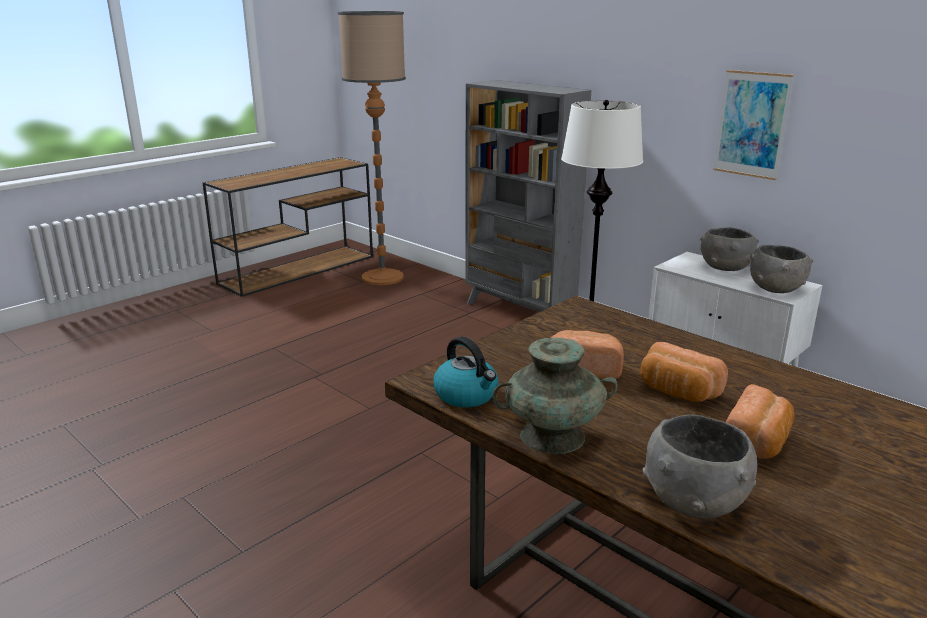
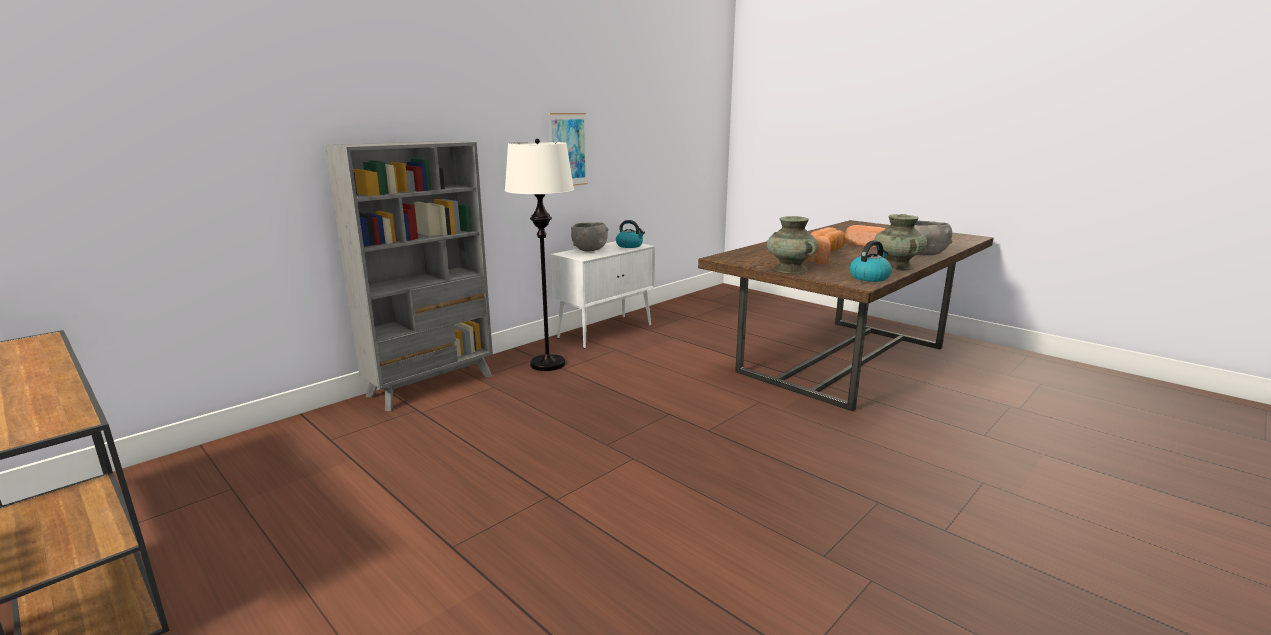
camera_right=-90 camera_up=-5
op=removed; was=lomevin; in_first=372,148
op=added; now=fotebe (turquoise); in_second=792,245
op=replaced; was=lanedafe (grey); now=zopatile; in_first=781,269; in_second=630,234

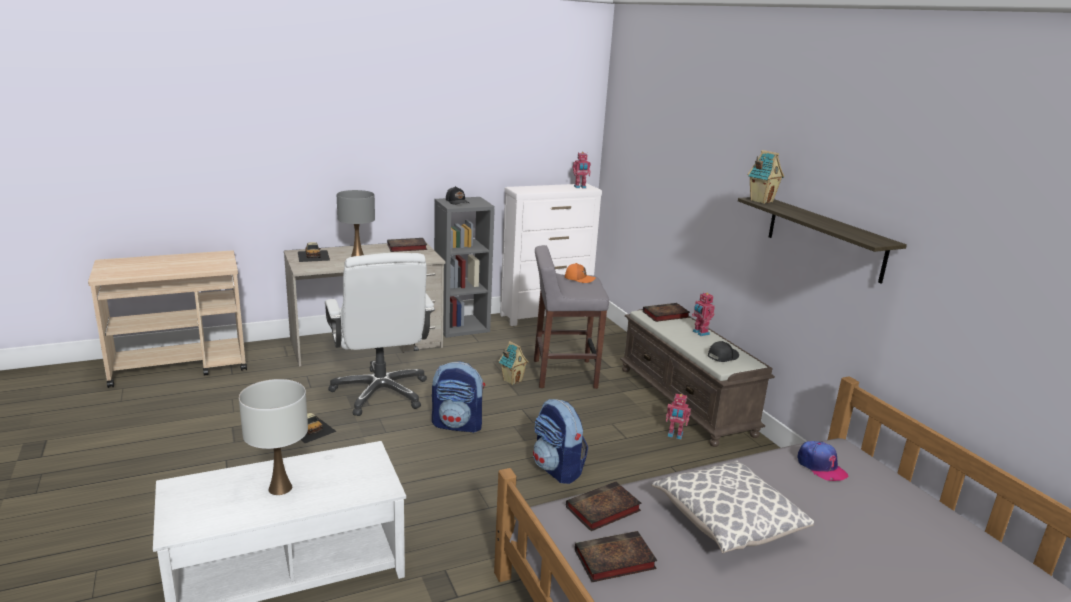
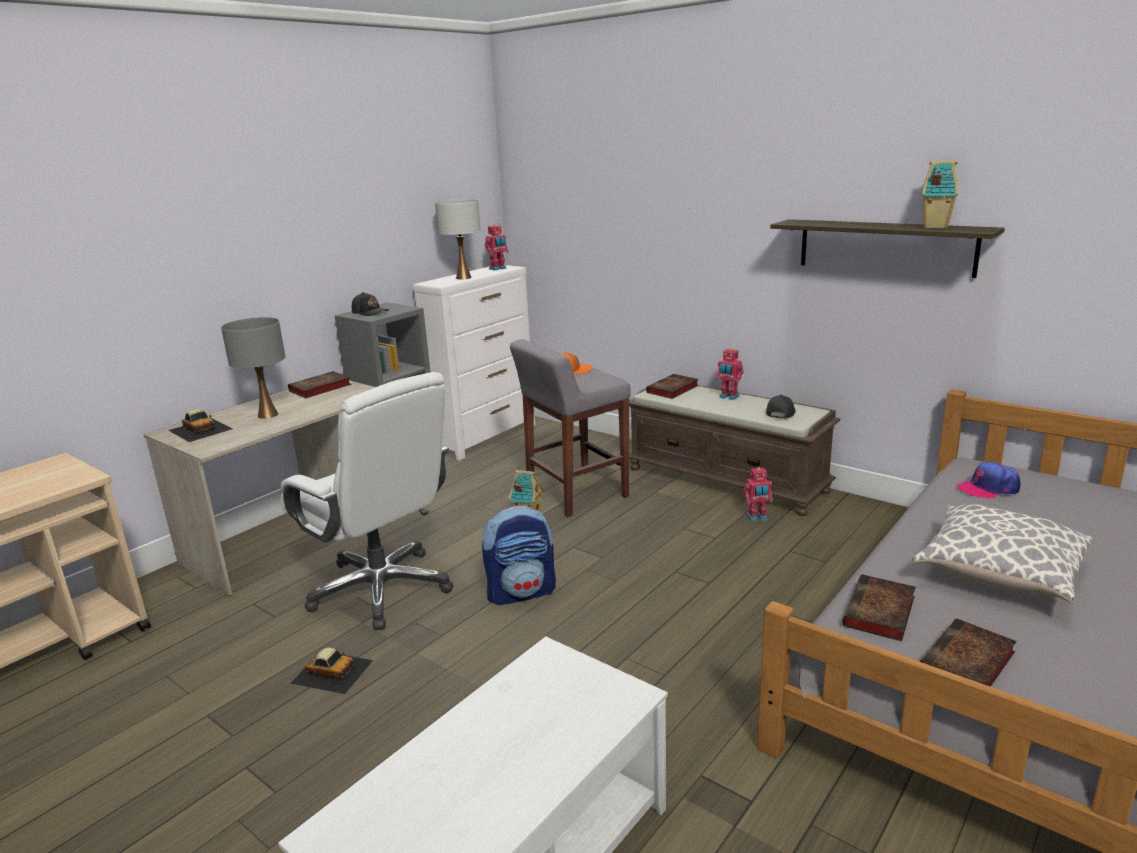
camera_right=-25 camera_up=0
op=removed; was=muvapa; in_first=560,441
op=moved; was=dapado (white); in_first=273,437; in_second=458,239
op=moved; was=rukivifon; in_first=765,177; in_second=940,194
op=turned; was=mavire; in_first=823,461; in_second=989,480; clockwise=135

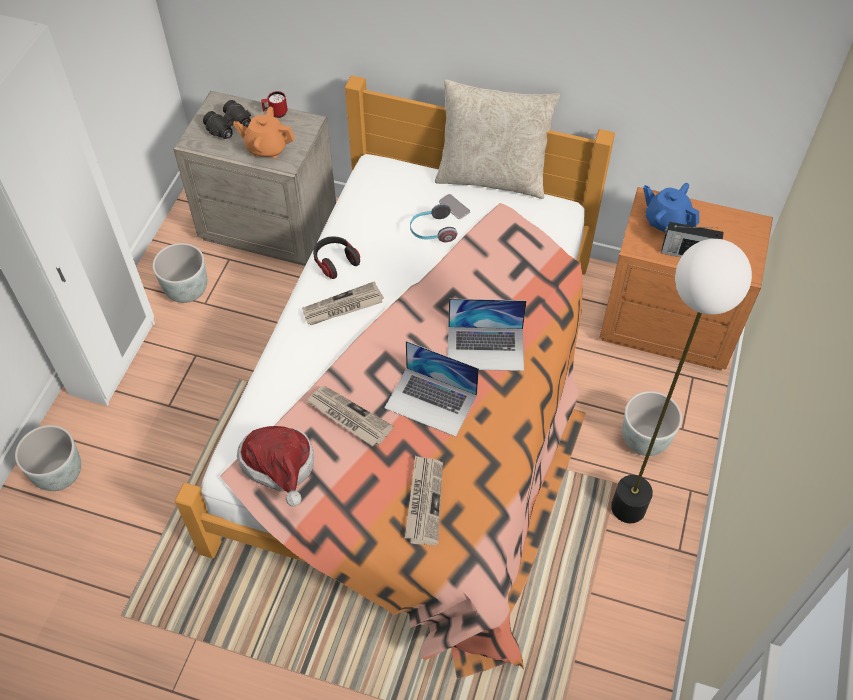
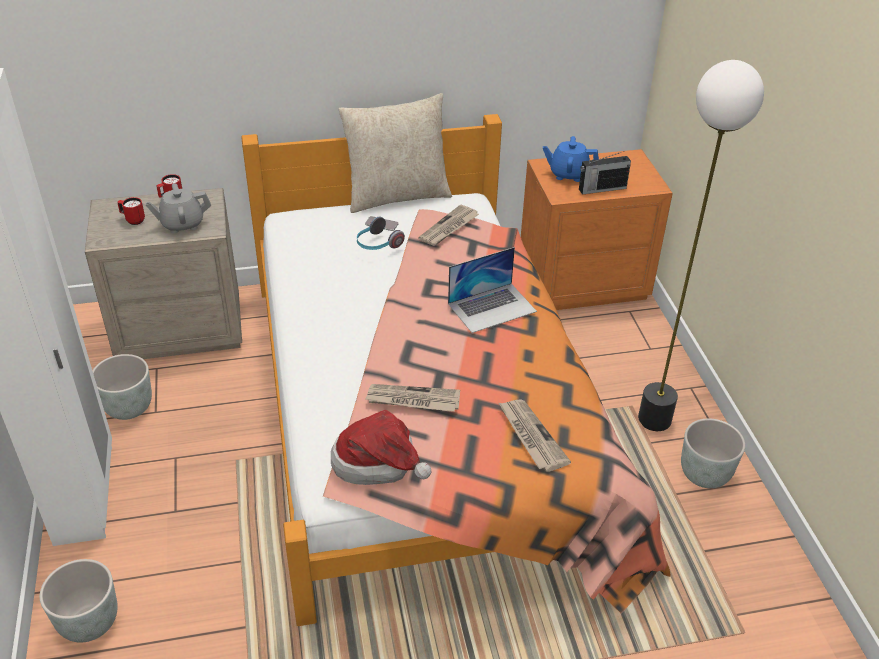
camera_right=-30 camera_up=-15
op=removed; was=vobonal; in_first=336,257
op=removed; was=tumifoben; in_first=431,389
op=moved; was=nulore; in_first=343,303; in_second=448,225
op=moved; was=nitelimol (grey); in_first=652,423; in_second=713,453
op=replaced; was=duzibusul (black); now=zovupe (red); in_first=227,119; in_second=131,211
op=recoloured; was=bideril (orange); now=bideril (grey); in_first=264,133; in_second=178,208

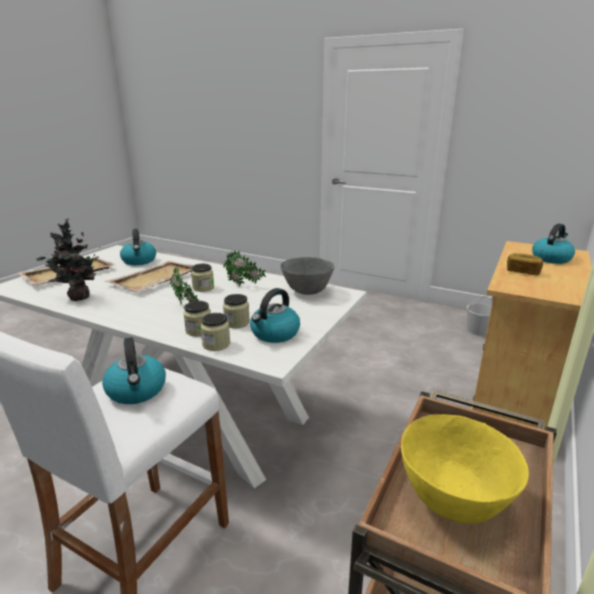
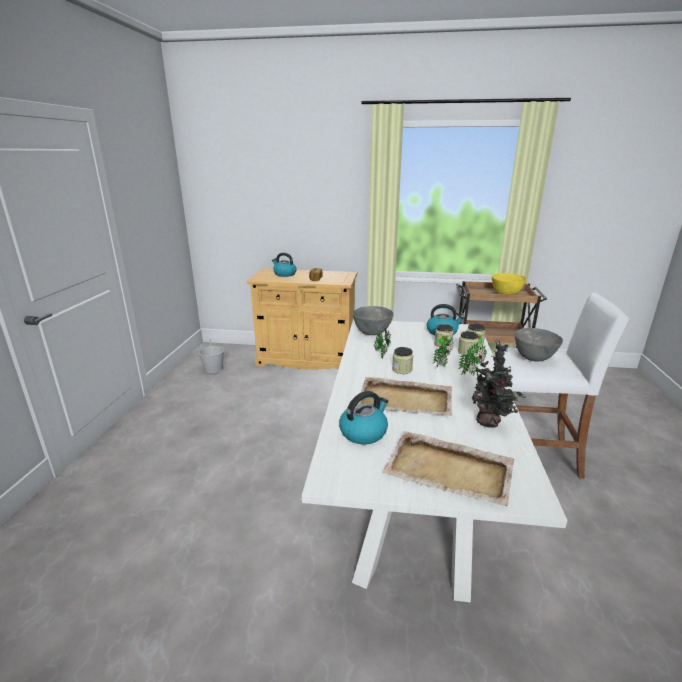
camera_right=-110 camera_up=0
op=added; now=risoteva; in_second=472,359
op=replaced; was=zopatile; now=lanedafe (grey); in_first=134,370; in_second=538,345

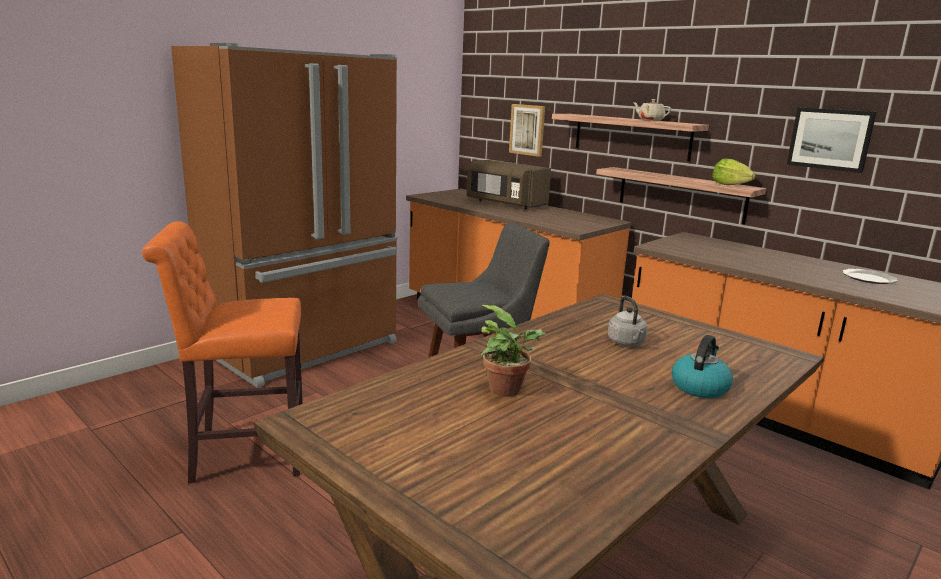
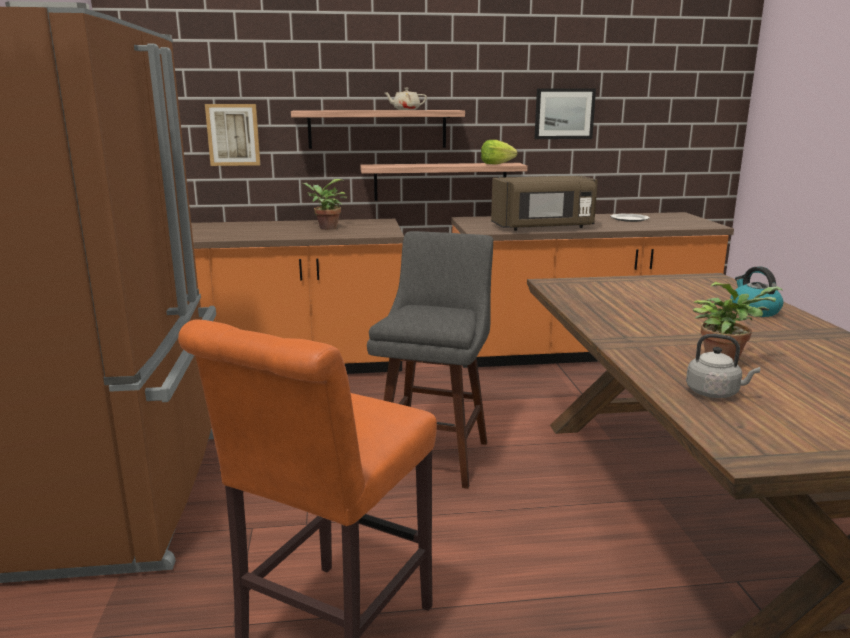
camera_right=-50 camera_up=0
op=added; now=risoteva; in_second=324,204
op=moved; was=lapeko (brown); in_first=509,184; in_second=544,203
op=moved; was=zopatile (grey); in_first=628,321; in_second=723,366

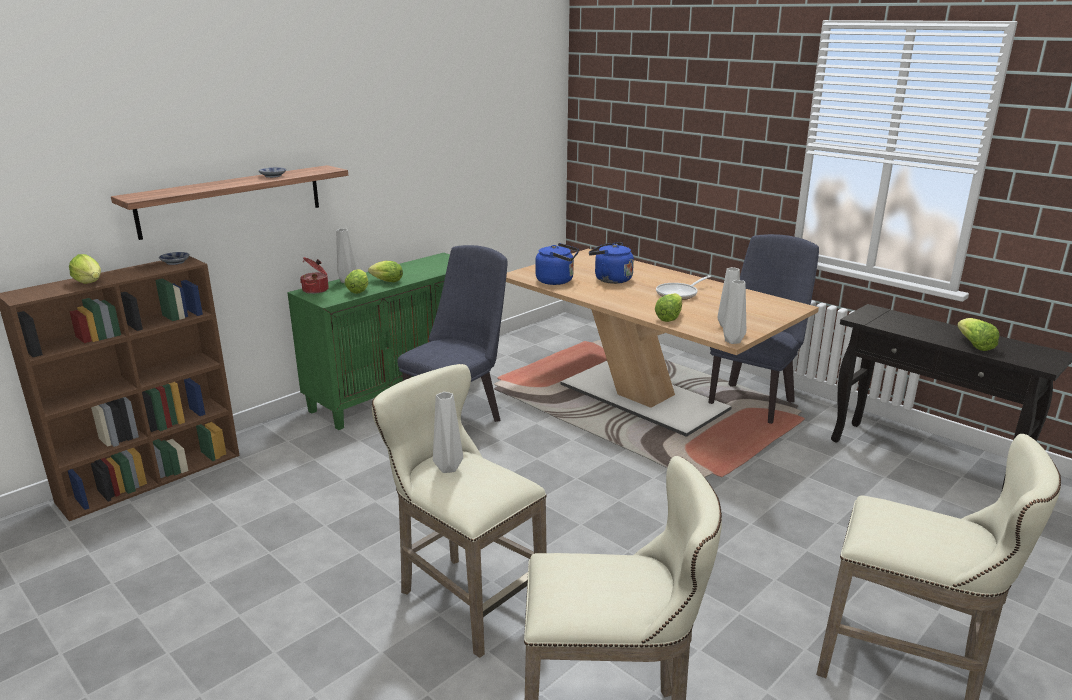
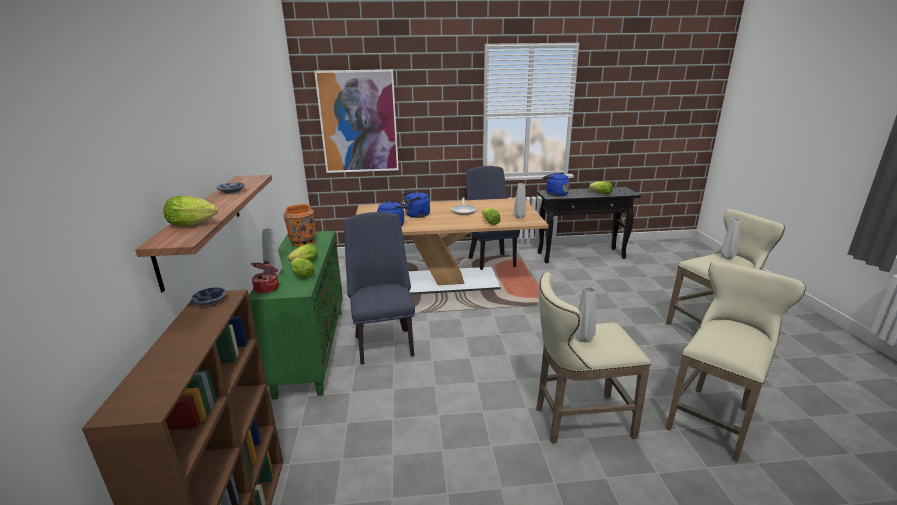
camera_right=-50 camera_up=0
op=added; now=fotebe (orange); in_second=300,225
op=added; now=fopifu; in_second=356,121
op=added; now=zopatile (blue); in_second=556,184
op=moved; was=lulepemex; in_first=85,269; in_second=191,211
op=moved; was=fotebe (grey); in_first=734,312; in_second=731,238

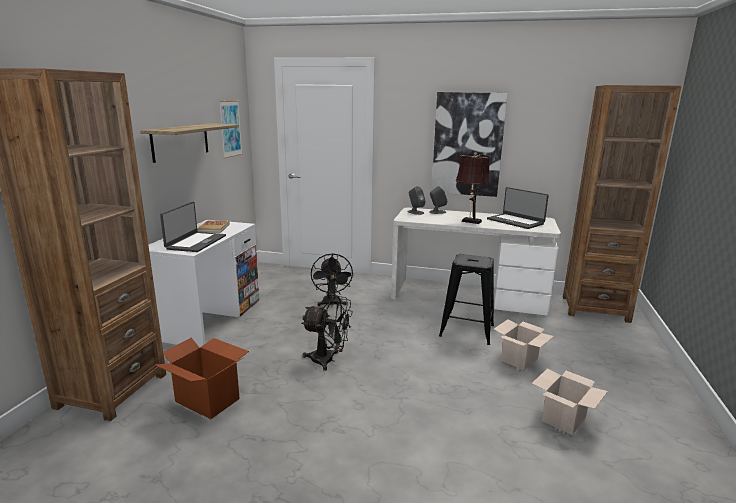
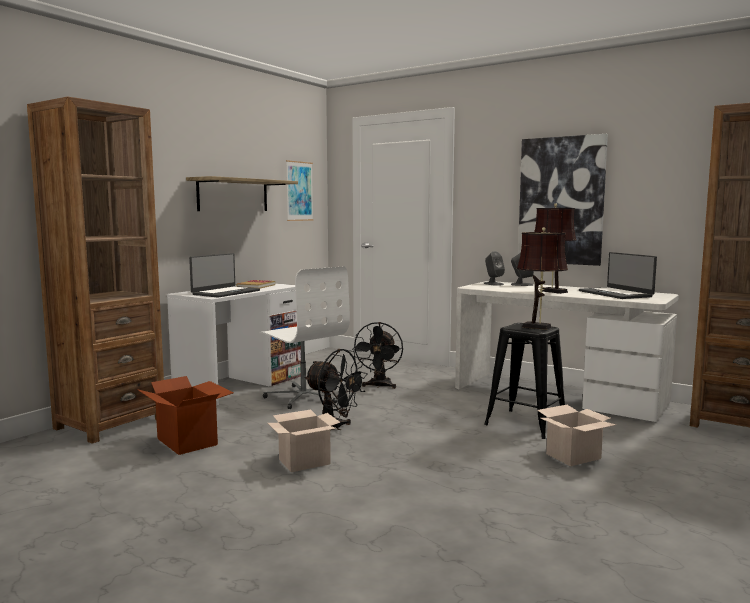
camera_right=20 camera_up=-10
op=added; now=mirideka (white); in_second=304,337
op=added; now=dapado (brown); in_second=542,279
op=moved; was=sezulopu; in_first=570,401; in_second=304,441

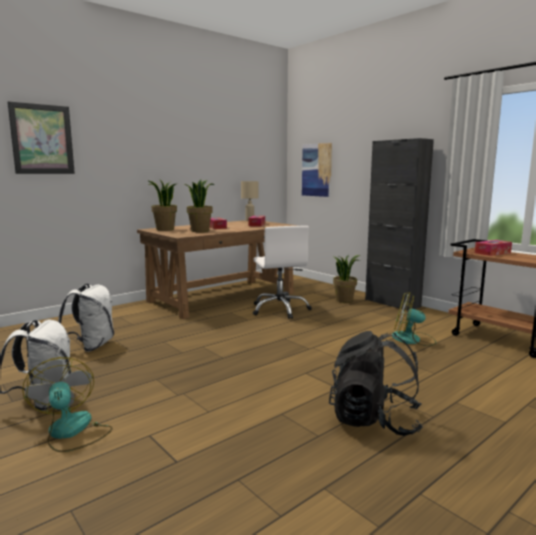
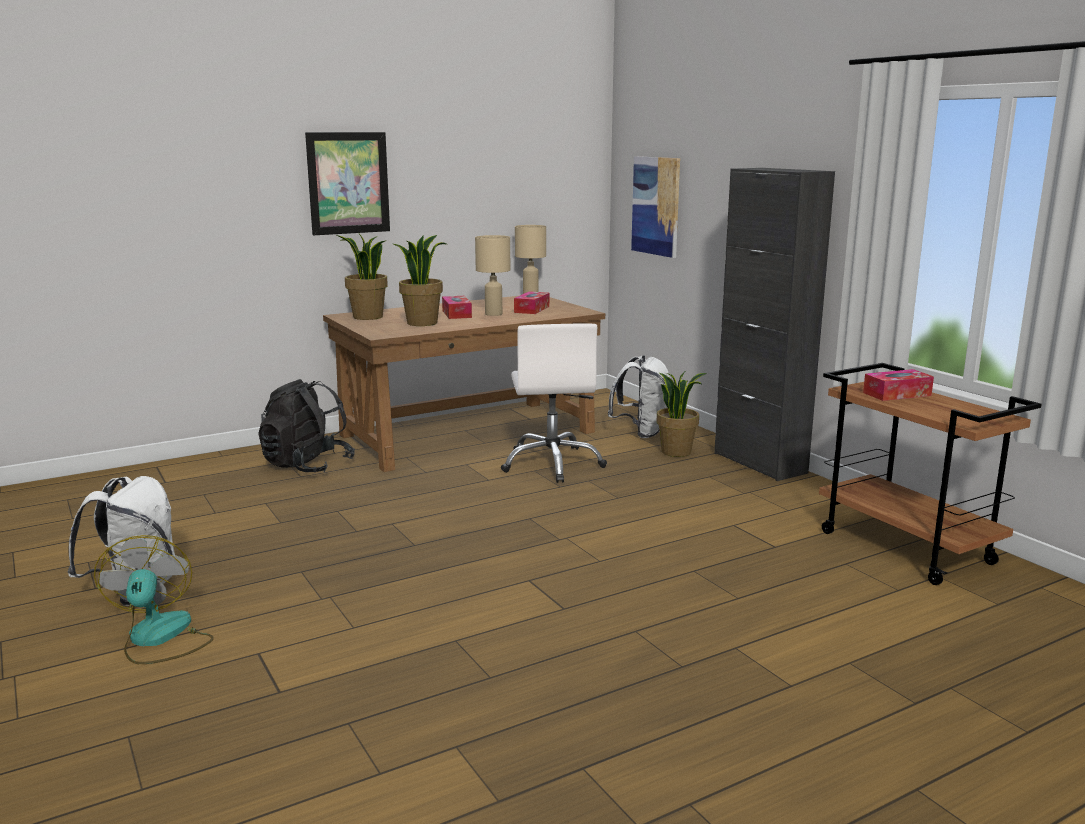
camera_right=10 camera_up=5
op=removed; was=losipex; in_first=414,319
op=added; now=dapado (beige); in_second=492,275
op=moved; was=fopifu; in_first=41,137; in_second=347,184
op=moved; was=muvapa (white); in_first=86,318; in_second=639,396
op=moved; was=muvapa (black); in_first=376,383; in_second=306,425

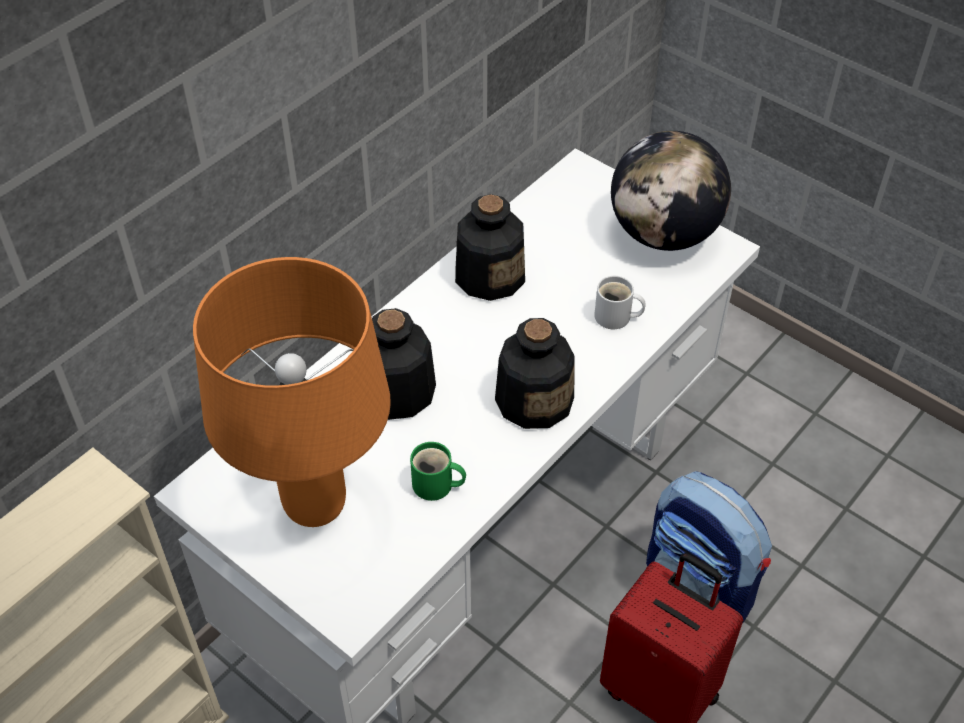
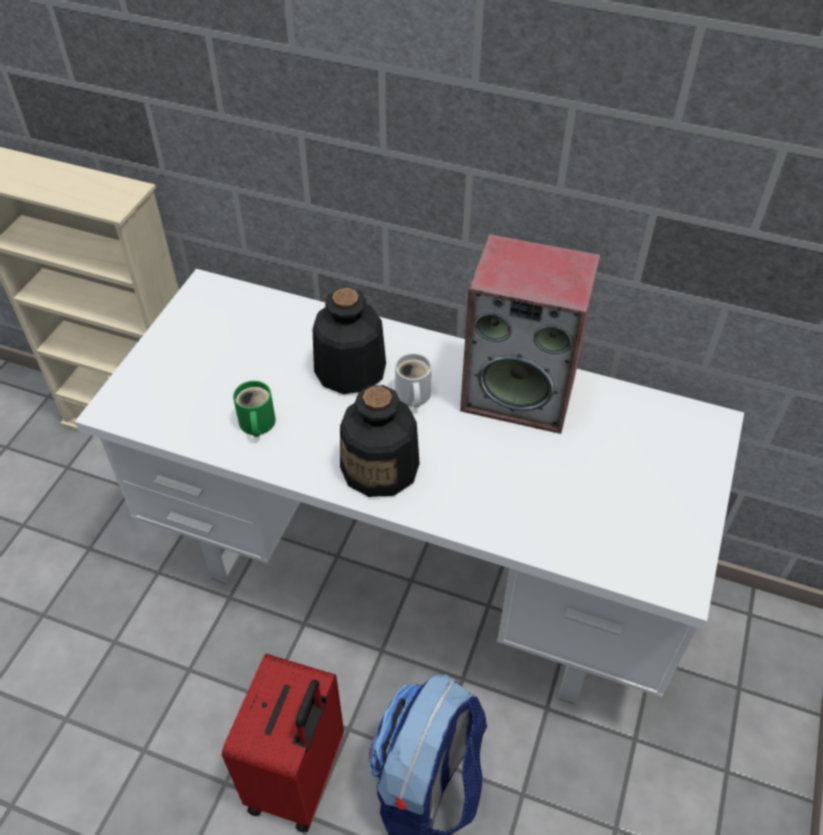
camera_right=70 camera_up=0
op=removed; was=dapado (orange); in_first=292,392
op=removed; was=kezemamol; in_first=671,191
op=moved; was=zovupe (white); in_first=620,302; in_second=413,380
op=replaced; was=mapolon; now=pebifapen; in_first=490,247; in_second=530,334

